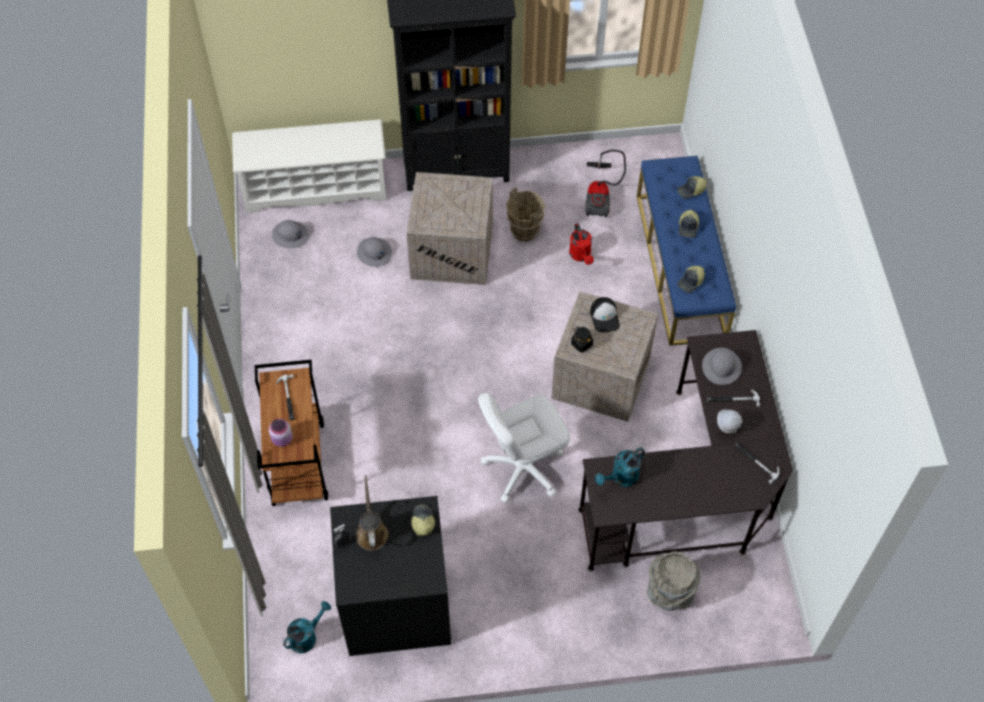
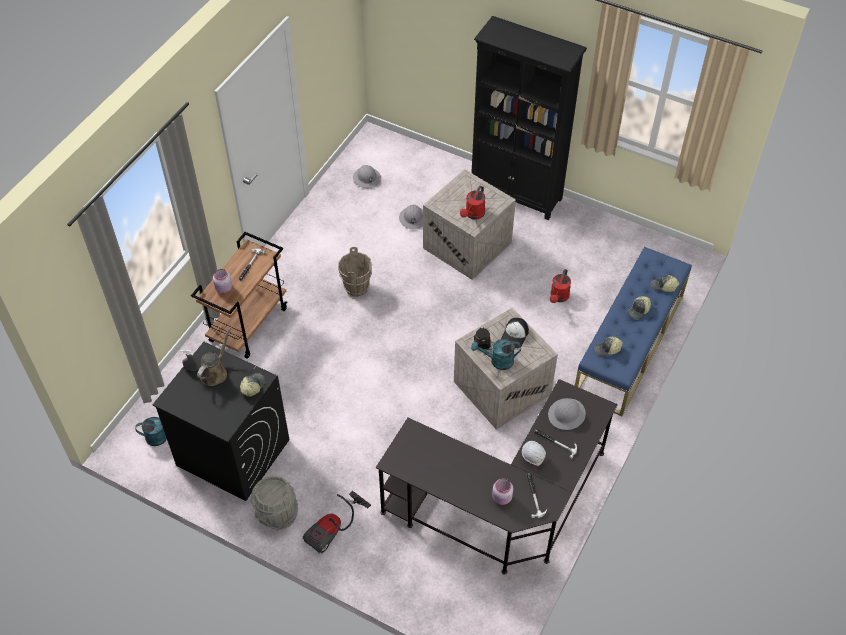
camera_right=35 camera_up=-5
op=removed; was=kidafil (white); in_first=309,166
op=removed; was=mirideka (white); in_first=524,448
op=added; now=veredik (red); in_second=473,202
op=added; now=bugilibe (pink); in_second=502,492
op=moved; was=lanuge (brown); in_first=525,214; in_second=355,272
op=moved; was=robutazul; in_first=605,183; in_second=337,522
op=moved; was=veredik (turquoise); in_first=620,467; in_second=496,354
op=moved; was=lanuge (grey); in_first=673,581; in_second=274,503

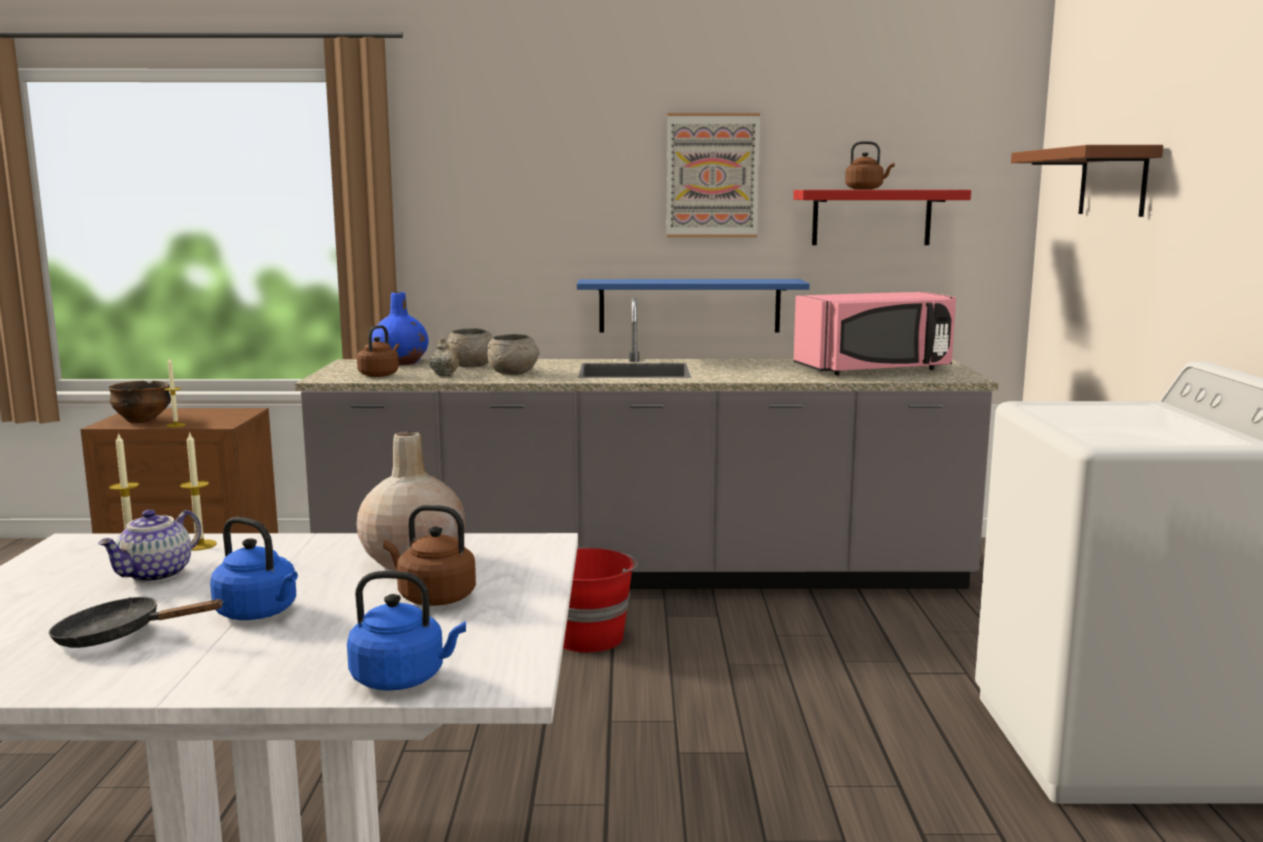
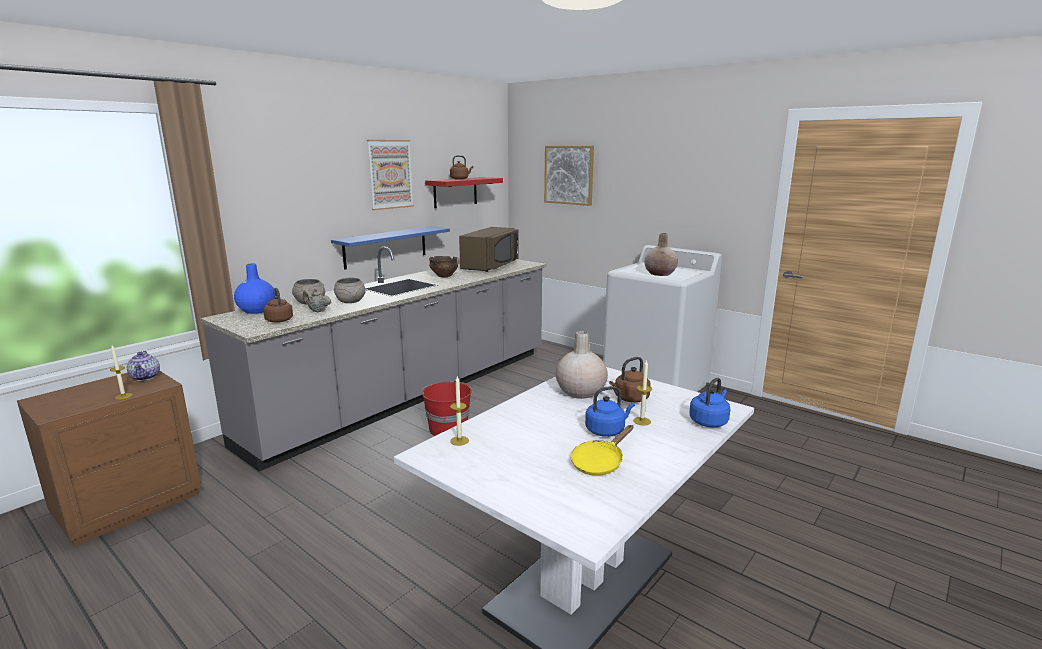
camera_right=-50 camera_up=5
op=added; now=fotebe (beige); in_second=661,254
op=moved; was=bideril; in_first=149,546; in_second=143,366
op=moved; was=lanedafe; in_first=140,402; in_second=443,266
op=moved; was=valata; in_first=198,491; in_second=642,392
op=replaced; was=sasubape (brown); now=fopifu; in_first=1087,181; in_second=569,176
op=recoloured; was=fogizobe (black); now=fogizobe (yellow); in_first=136,622; in_second=602,450
op=recoloured; was=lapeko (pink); now=lapeko (brown); in_first=874,333; in_second=488,249

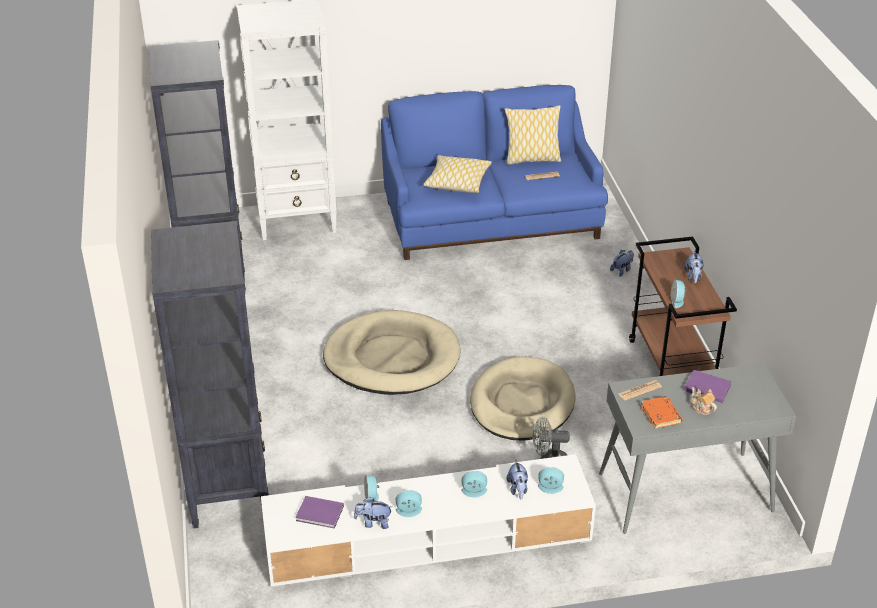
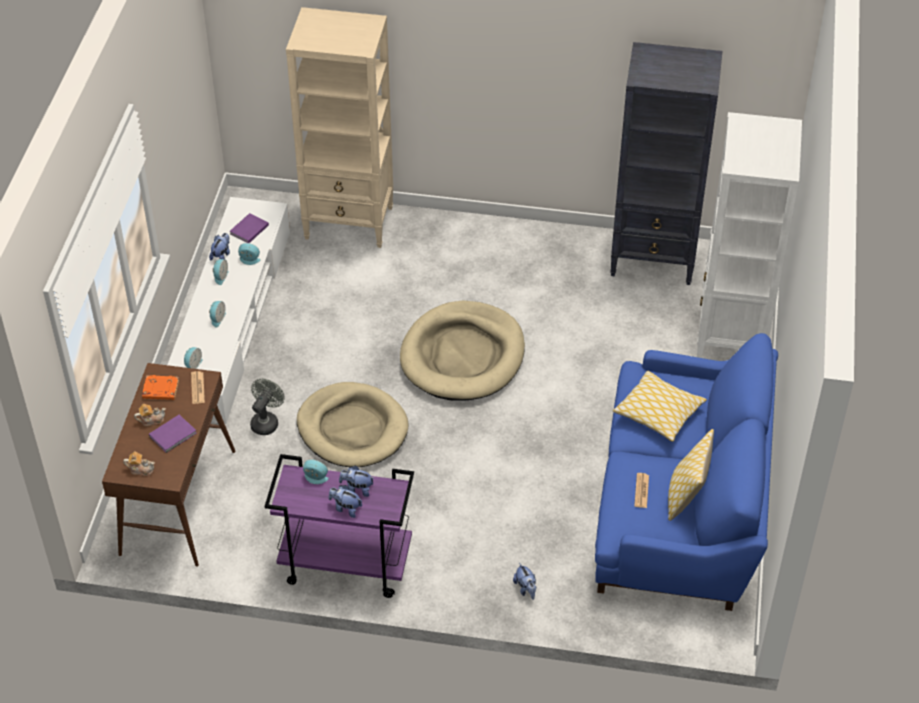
camera_right=110 camera_up=10
op=added; now=bideril; in_second=139,463
op=moved; was=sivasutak; in_first=517,479; in_second=356,481
op=recoloured; was=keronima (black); now=keronima (beige); in_first=210,374; in_second=339,127
op=recoloured; was=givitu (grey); now=givitu (brown); in_first=697,448; in_second=169,465
op=recoloured; was=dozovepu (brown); now=dozovepu (purple); in_first=683,306; in_second=339,526

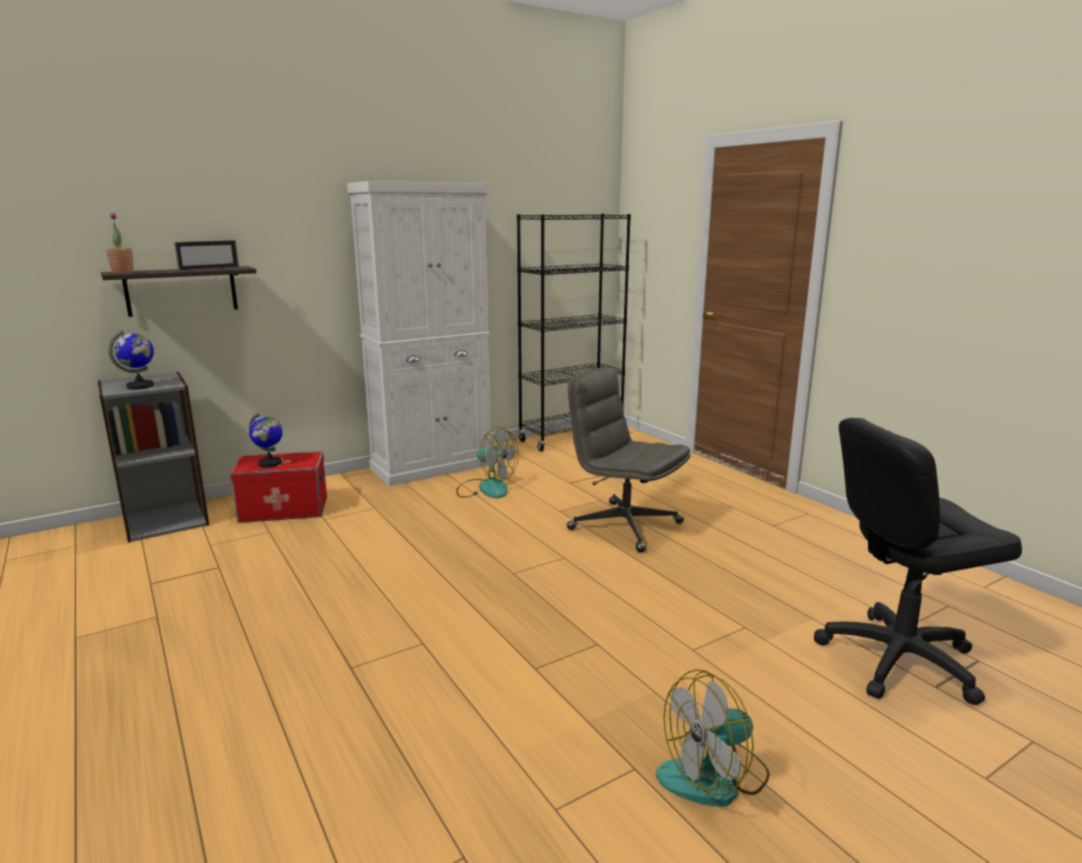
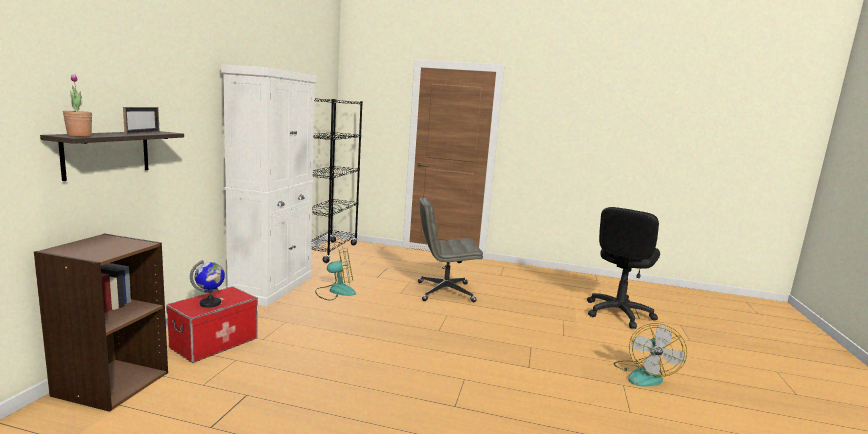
camera_right=-45 camera_up=-5
op=removed; was=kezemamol; in_first=131,360
op=recoloured; was=keronima (grey); now=keronima (brown); in_first=153,457; in_second=101,322

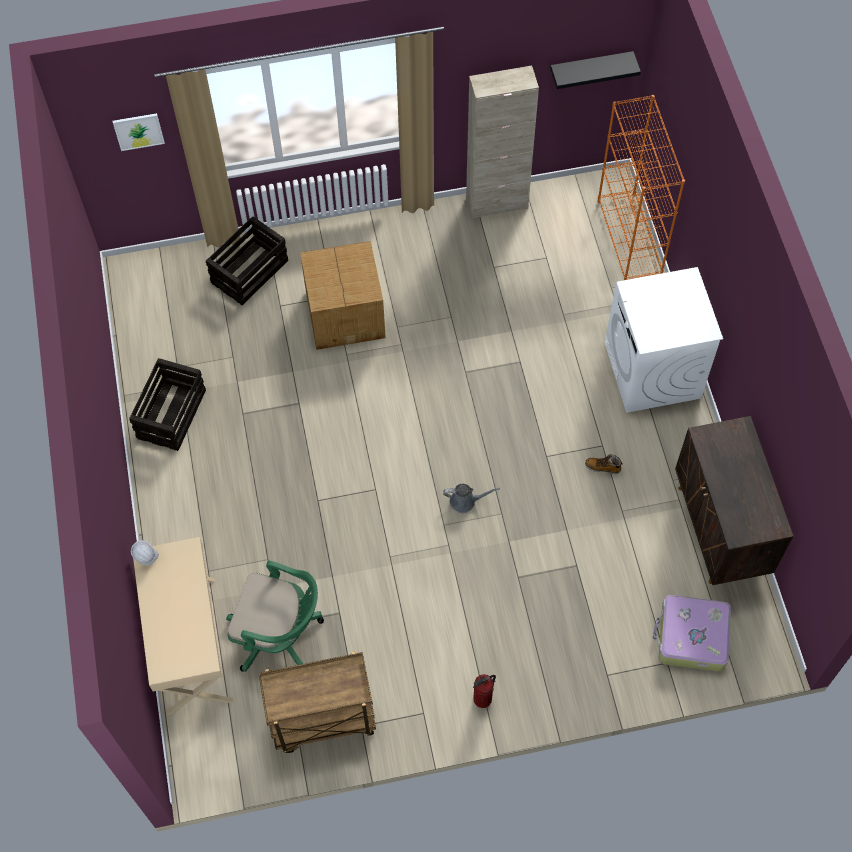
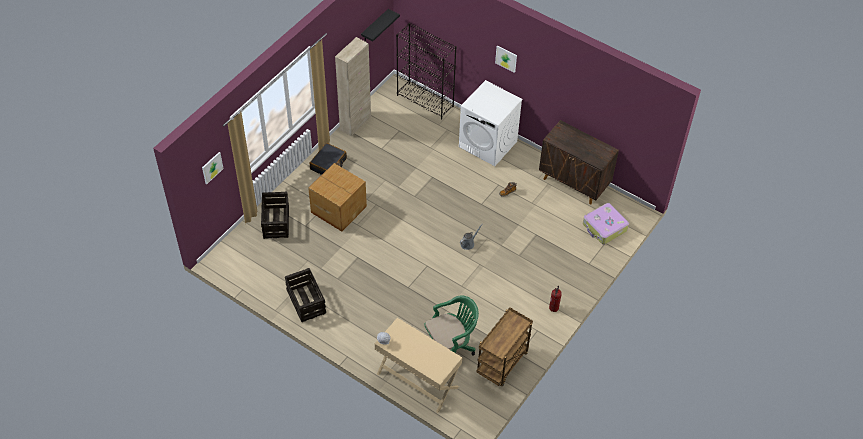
camera_right=-45 camera_up=-10
op=added; now=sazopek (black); in_second=328,159
op=added; now=fopifu; in_second=506,59
op=recoloured; was=keronima (orange); now=keronima (black); in_first=641,187; in_second=426,71

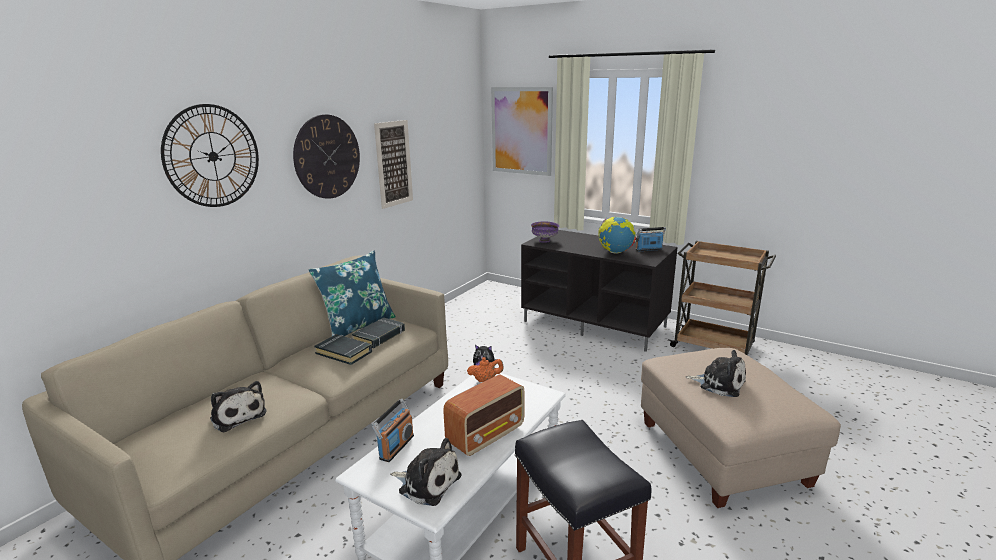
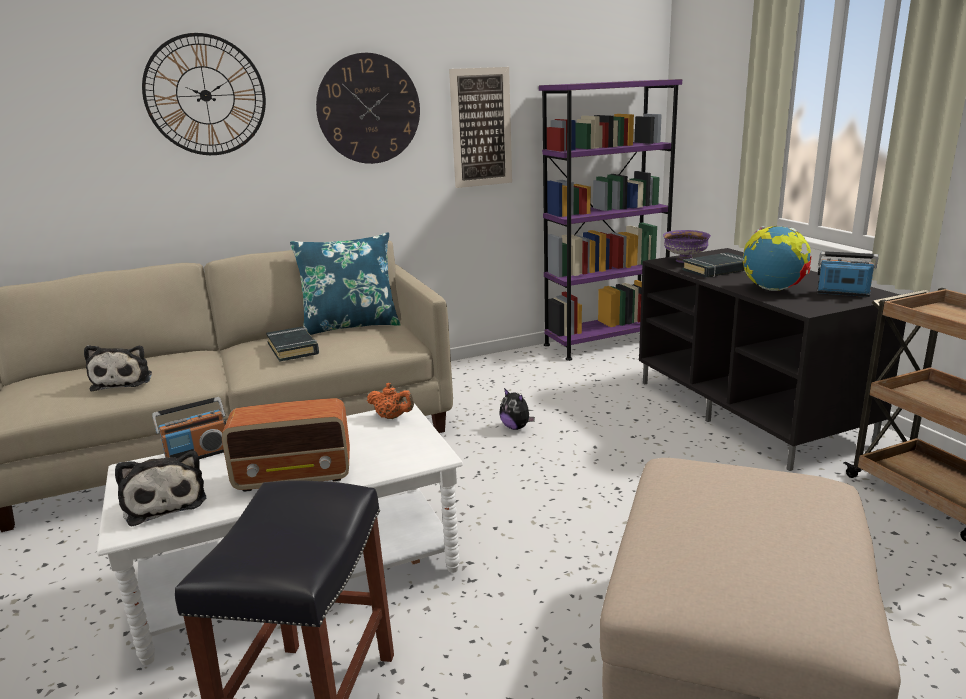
camera_right=35 camera_up=0
op=removed; was=fopifu; in_first=522,131
op=removed; was=sivasutak; in_first=716,373
op=added; now=keronima (purple); in_second=610,220
op=moved; was=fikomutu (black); in_first=378,332; in_second=713,265

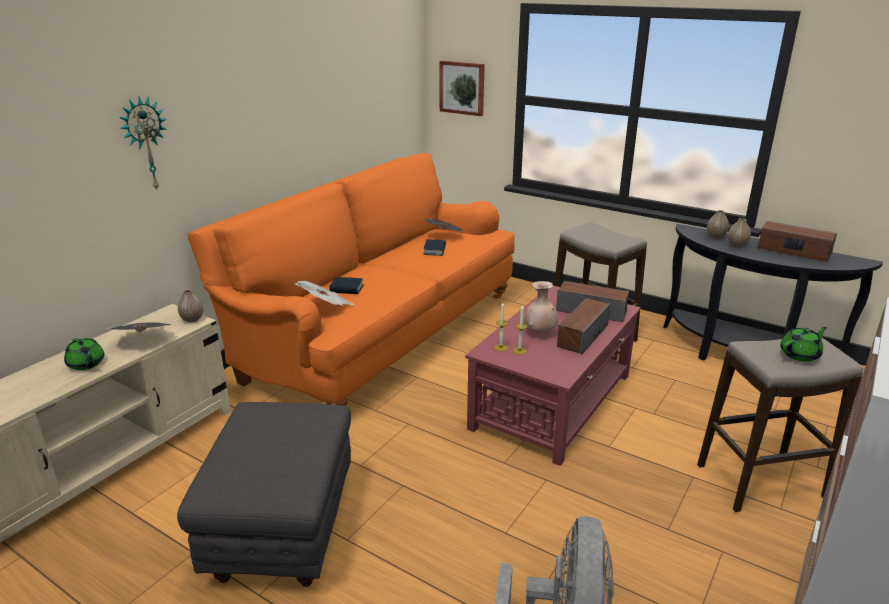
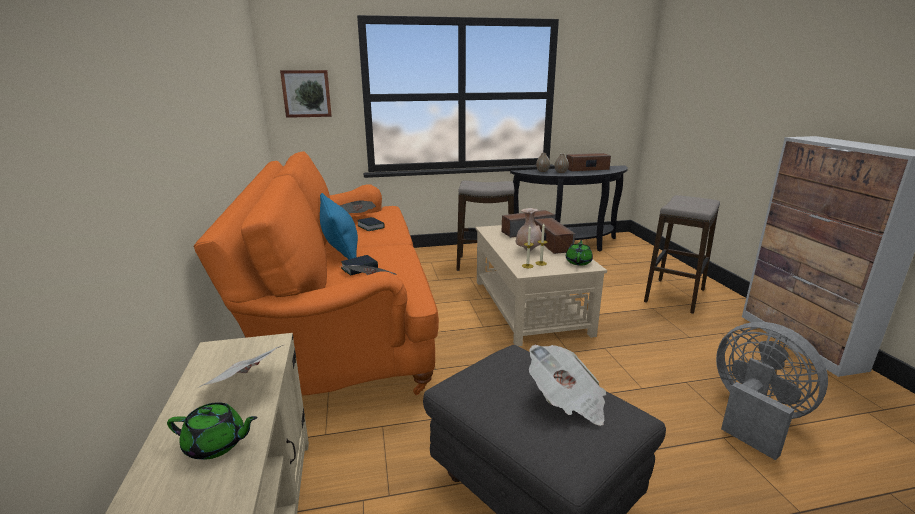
camera_right=-45 camera_up=-5
op=removed; was=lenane; in_first=143,143
op=removed; was=fotebe; in_first=190,306
op=added; now=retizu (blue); in_second=339,226
op=added; now=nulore; in_second=567,385
op=moved; was=bideril (green); in_first=803,344; in_second=579,252
op=recoloured; was=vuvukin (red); now=vuvukin (beige); in_first=553,376; in_second=541,285

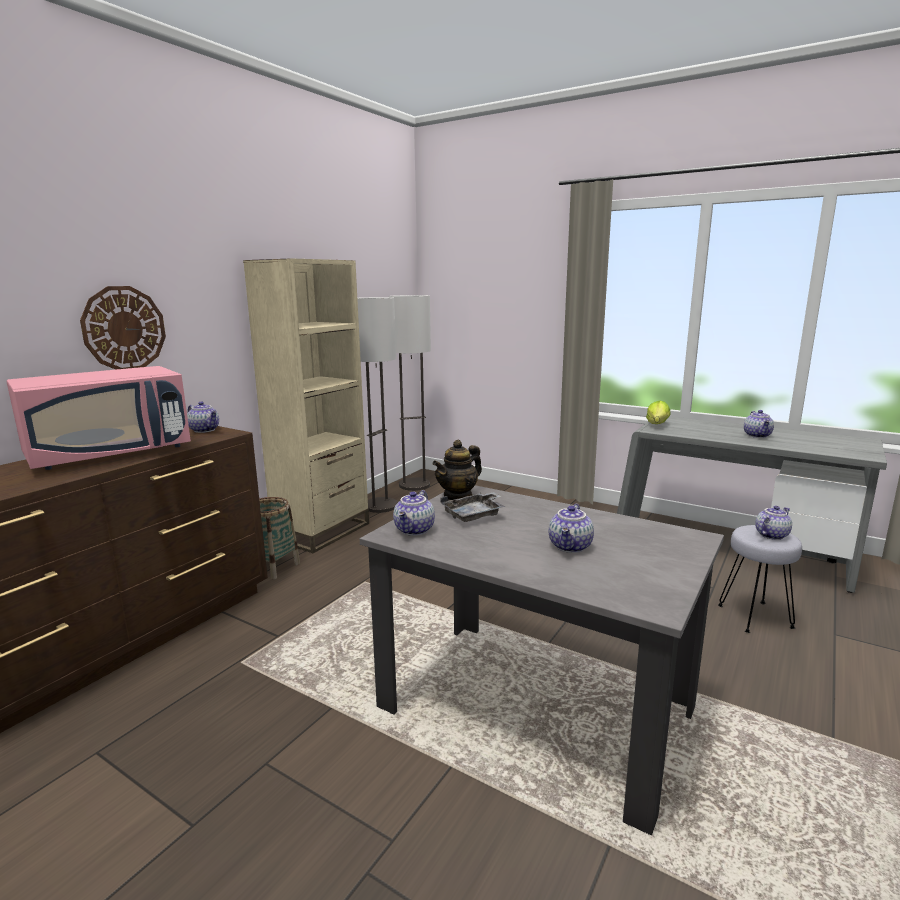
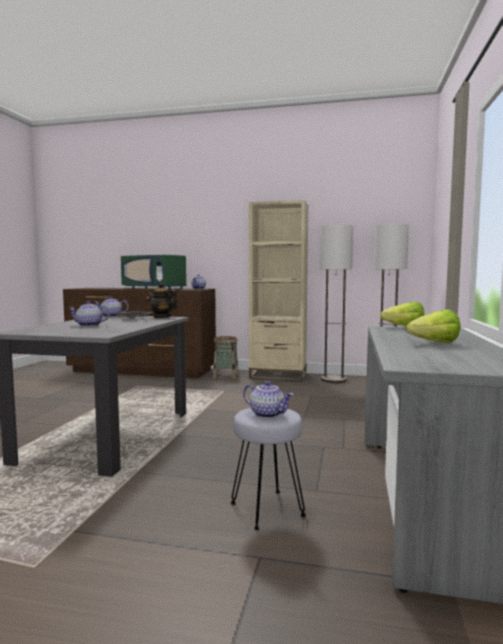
camera_right=70 camera_up=-10
op=removed; was=lenane; in_first=123,328
op=replaced; was=bideril; now=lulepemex; in_first=759,424; in_second=434,326
op=recoloured; was=lapeko (pink); now=lapeko (green); in_first=98,418; in_second=154,272

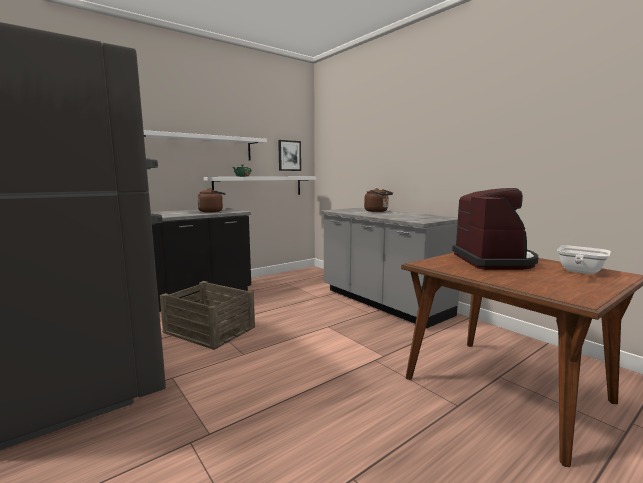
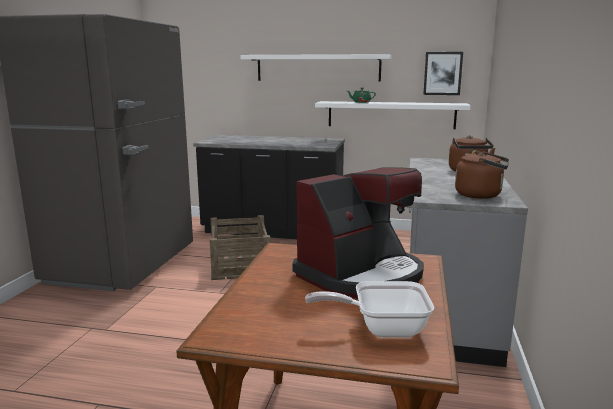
camera_right=50 camera_up=5
op=moved; was=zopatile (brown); in_first=211,200; in_second=482,175

